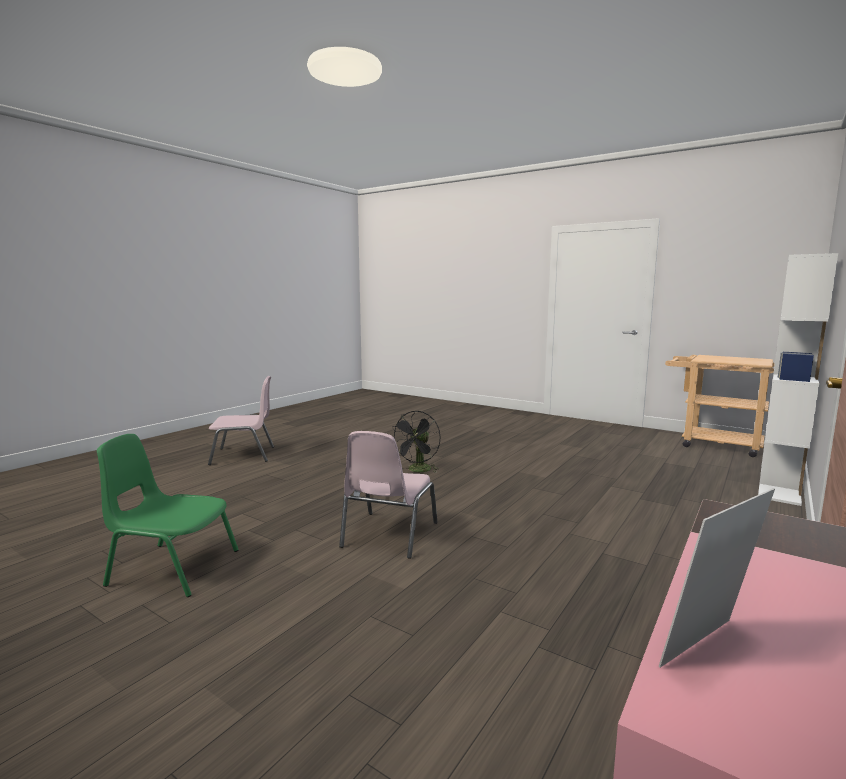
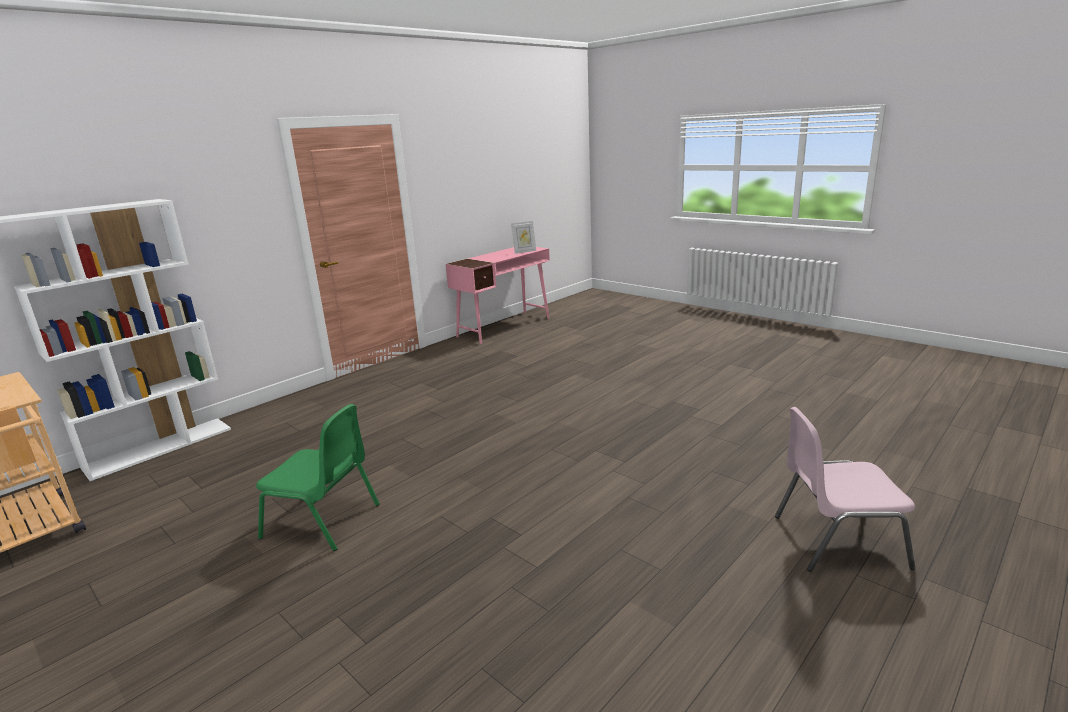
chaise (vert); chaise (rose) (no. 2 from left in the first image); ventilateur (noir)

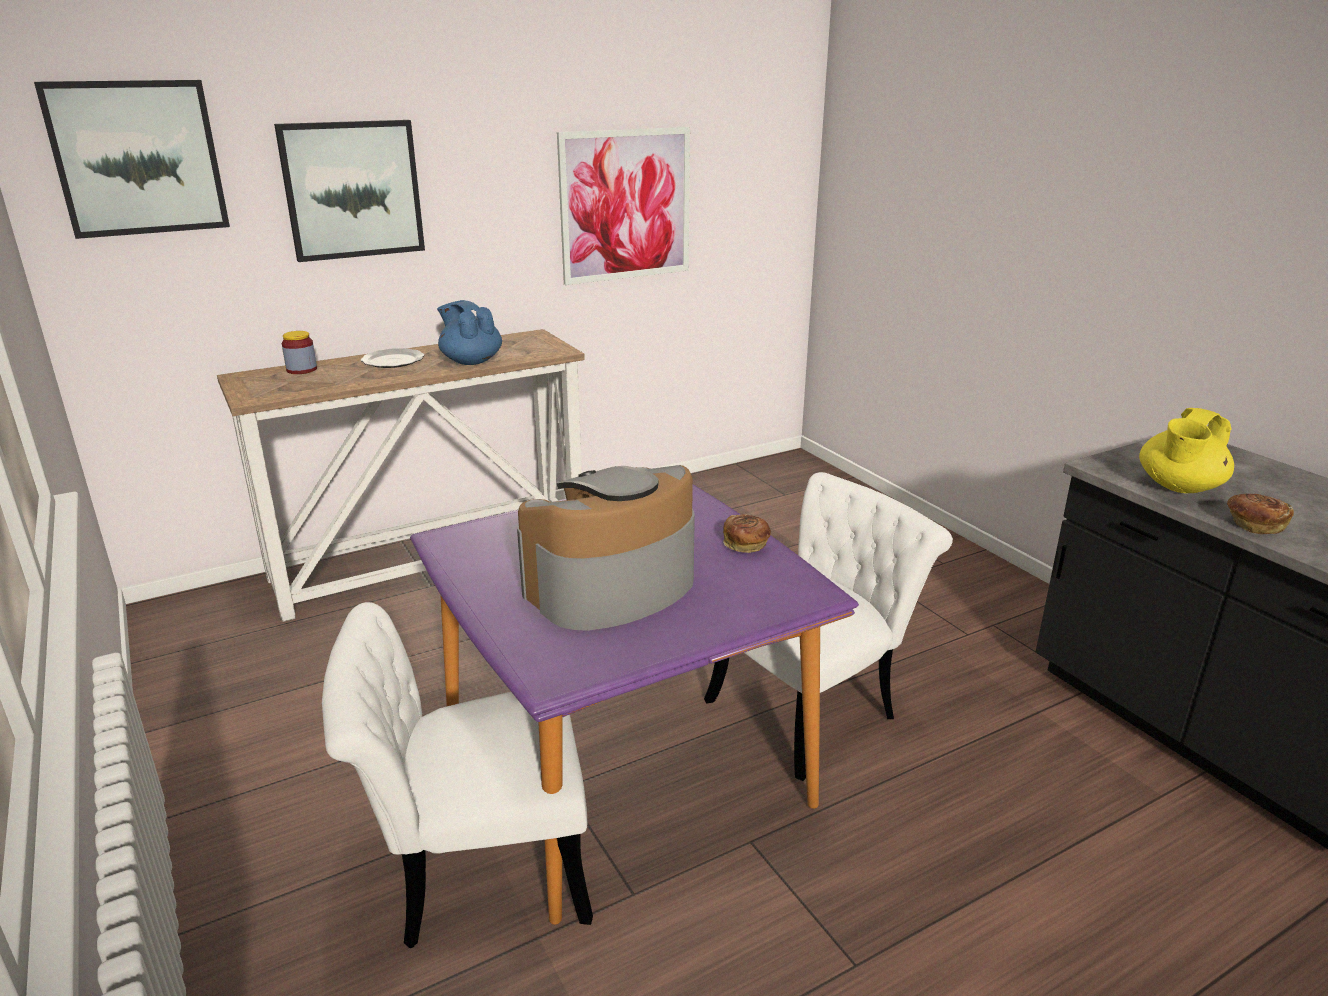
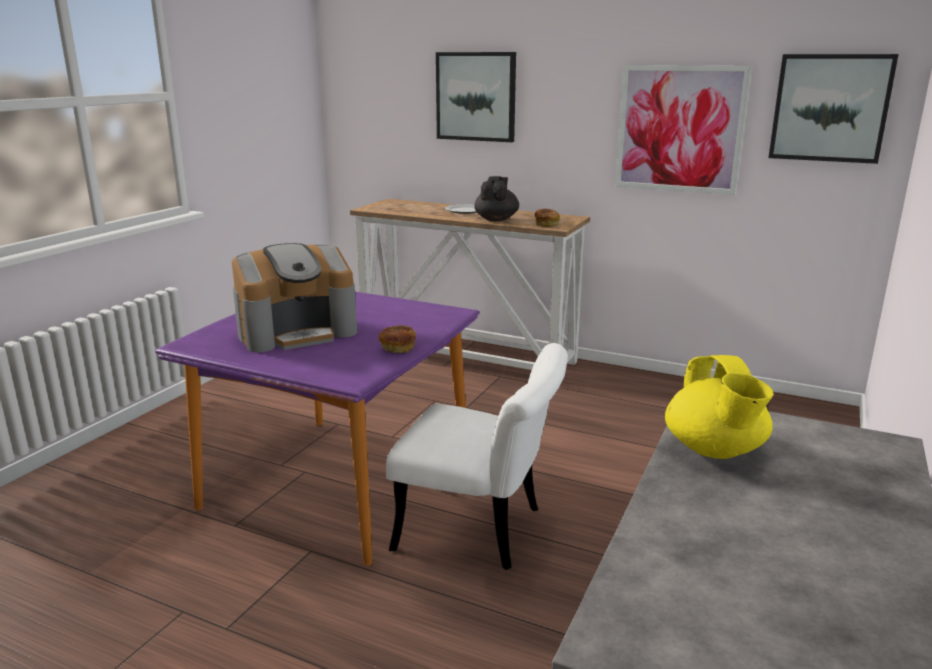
tableau (no. 3 from left); bocal; chaise (blanc) (no. 1 from left in the first image); théière (noir); machine à café; théière (jaune); pain (no. 2 from left)

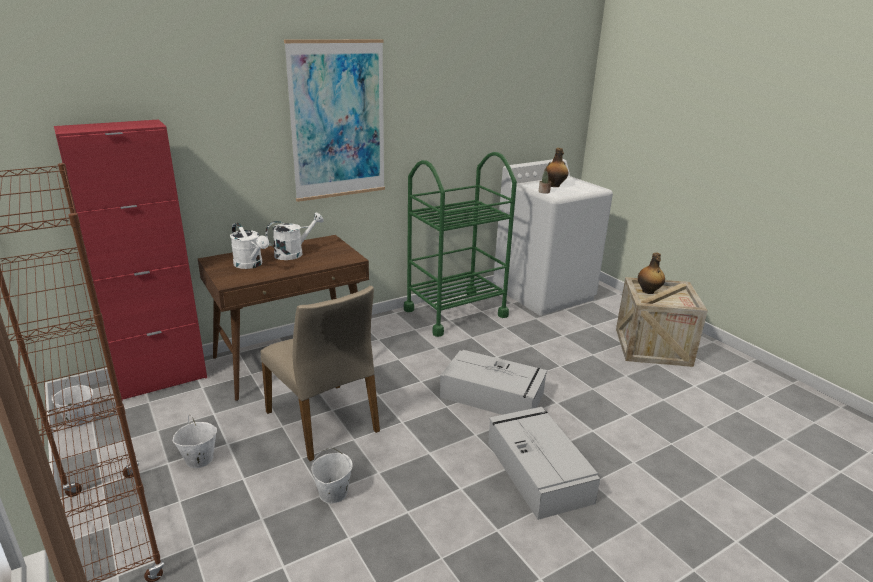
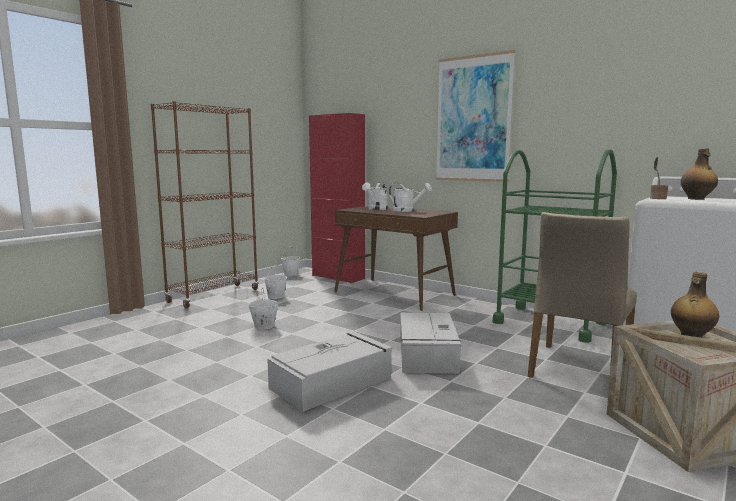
chaise (beige)

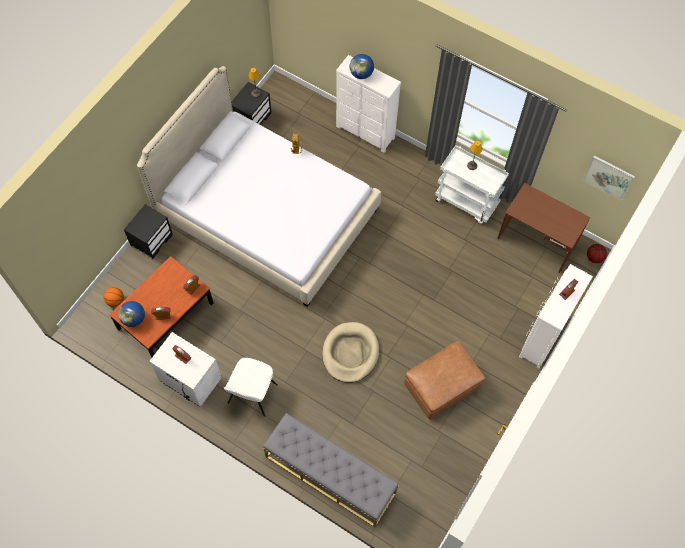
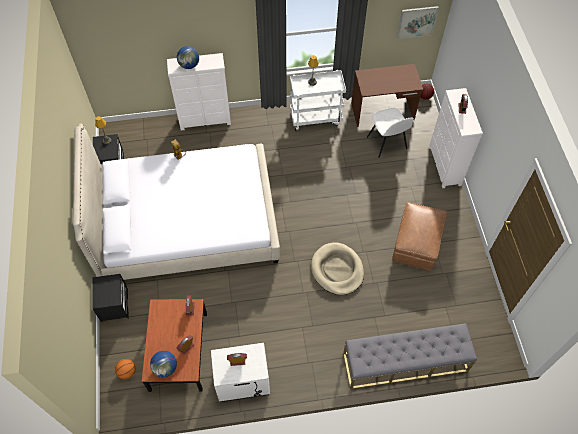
chaise (blanc)

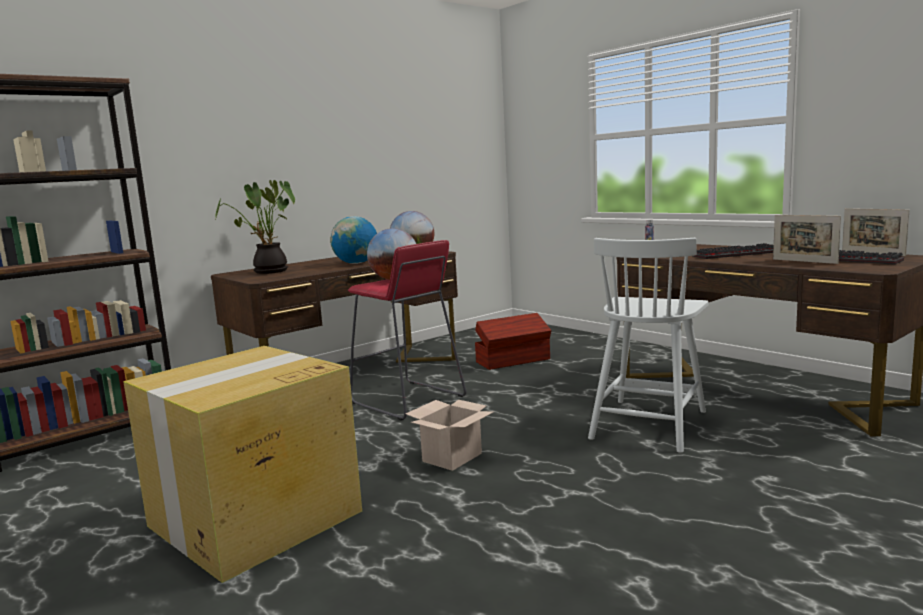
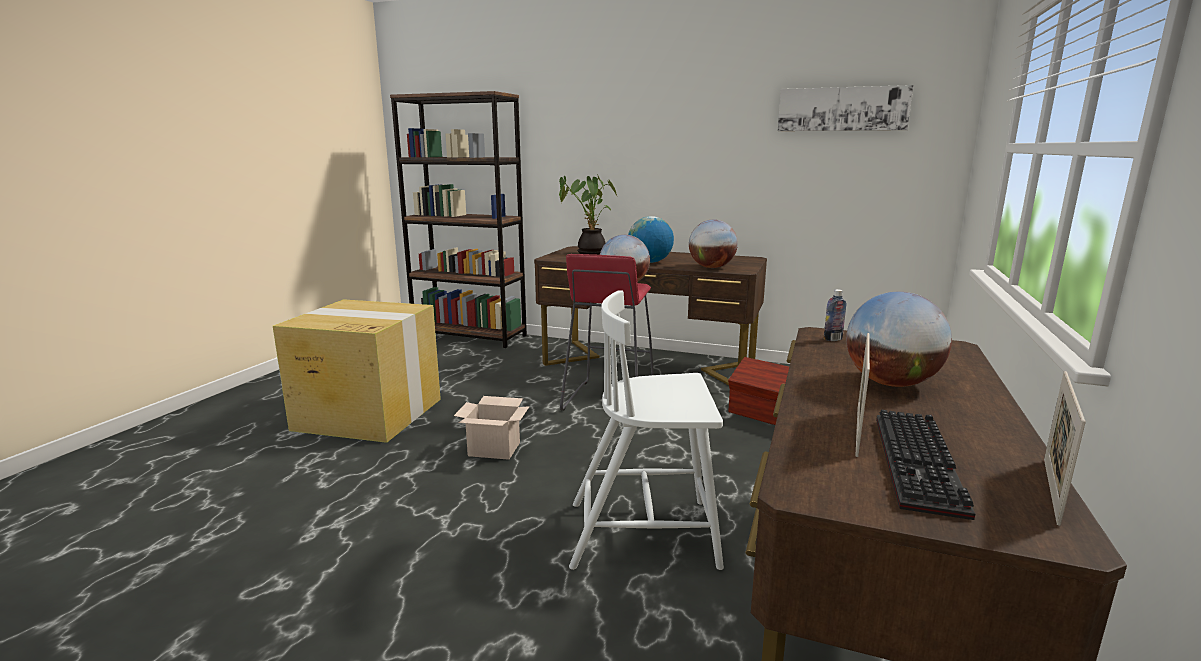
globe (no. 4 from left); tableau

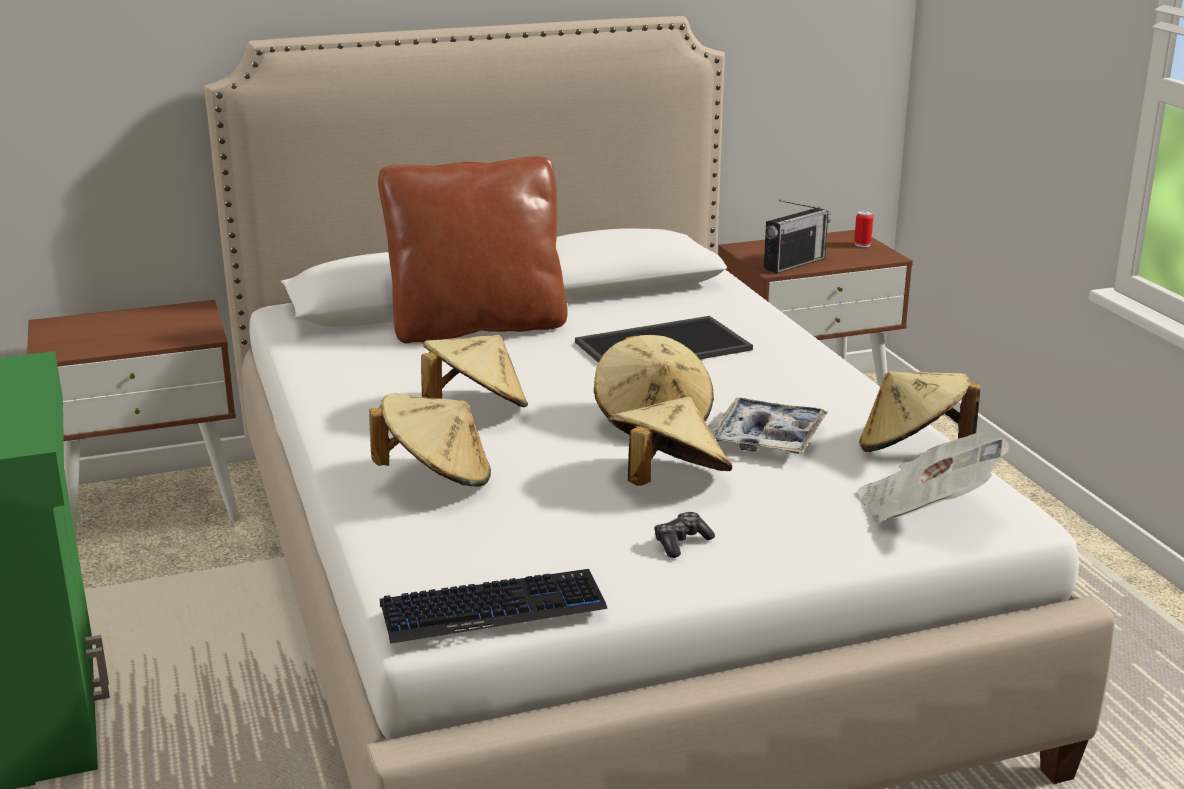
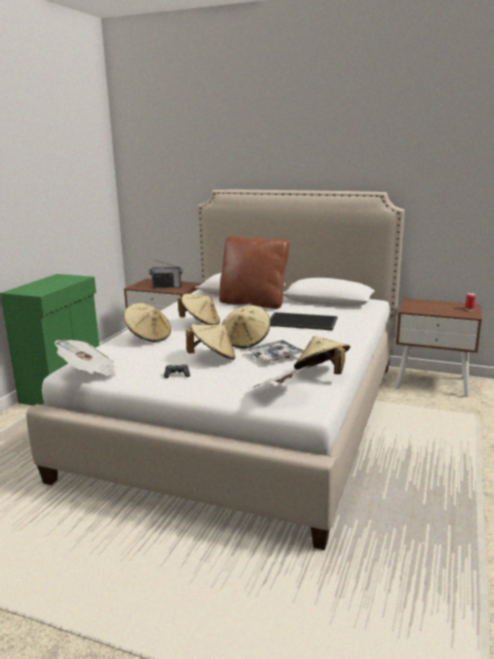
journal (no. 1 from left); radio

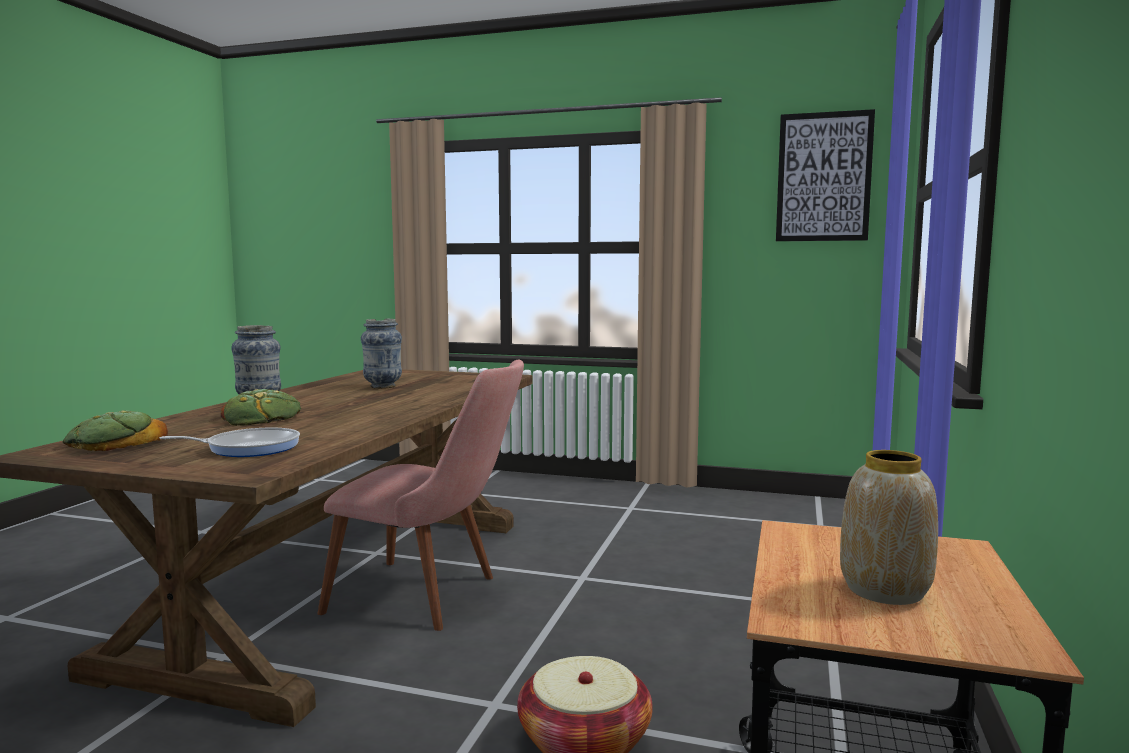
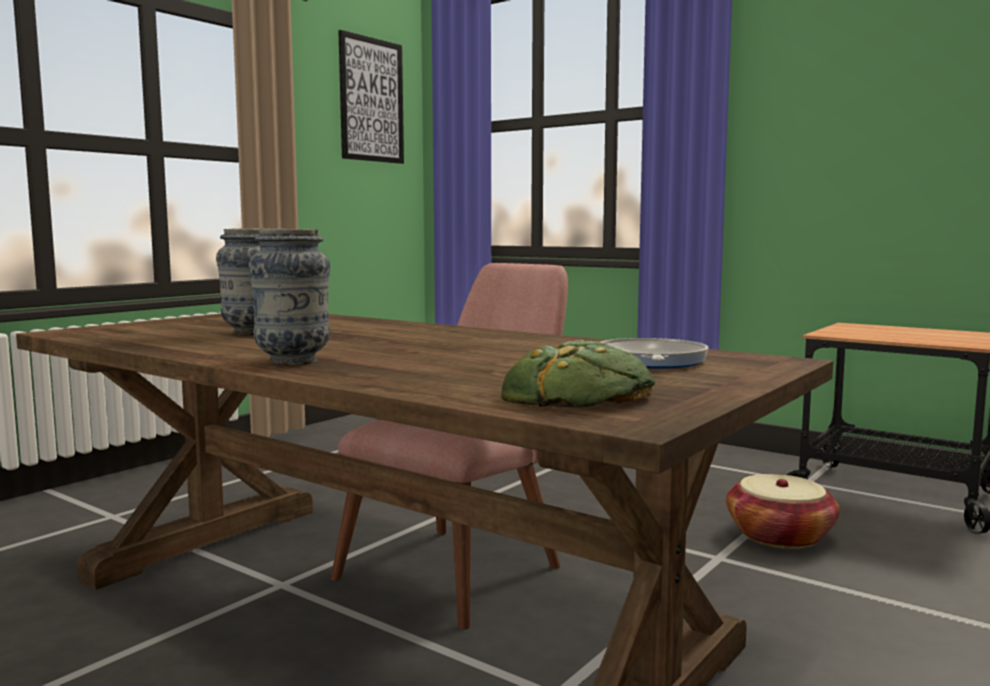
pain (no. 2 from left in the first image); vase (no. 3 from left in the first image)

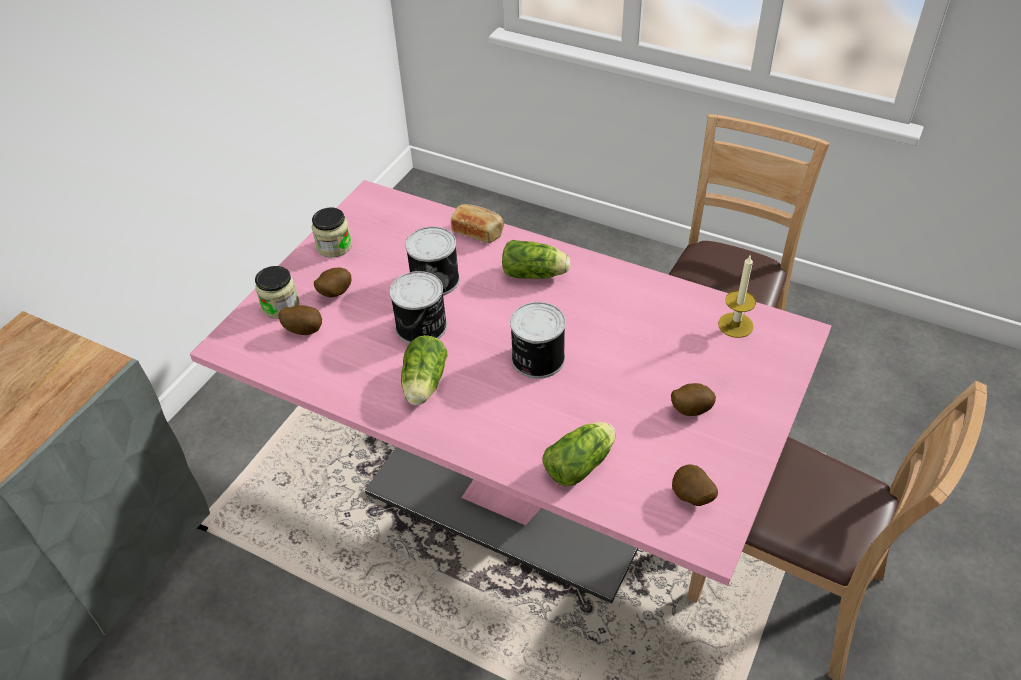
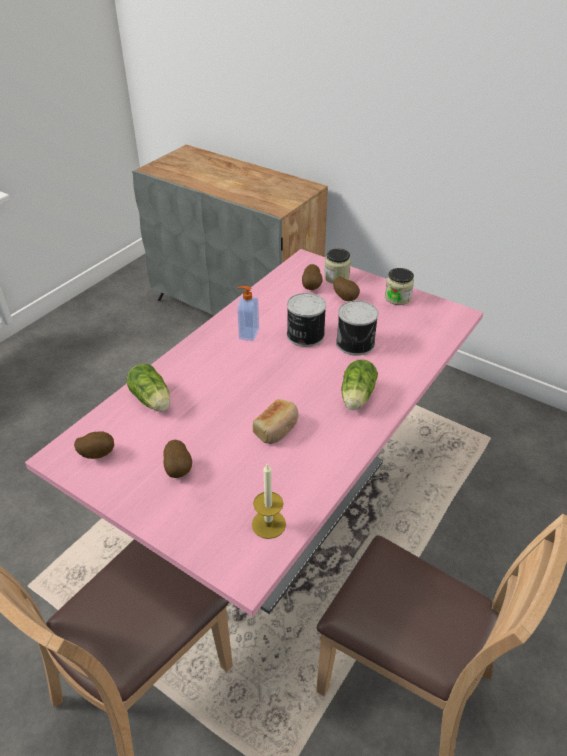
distributeur de savon; pain; boîte métallique (no. 3 from left in the first image)

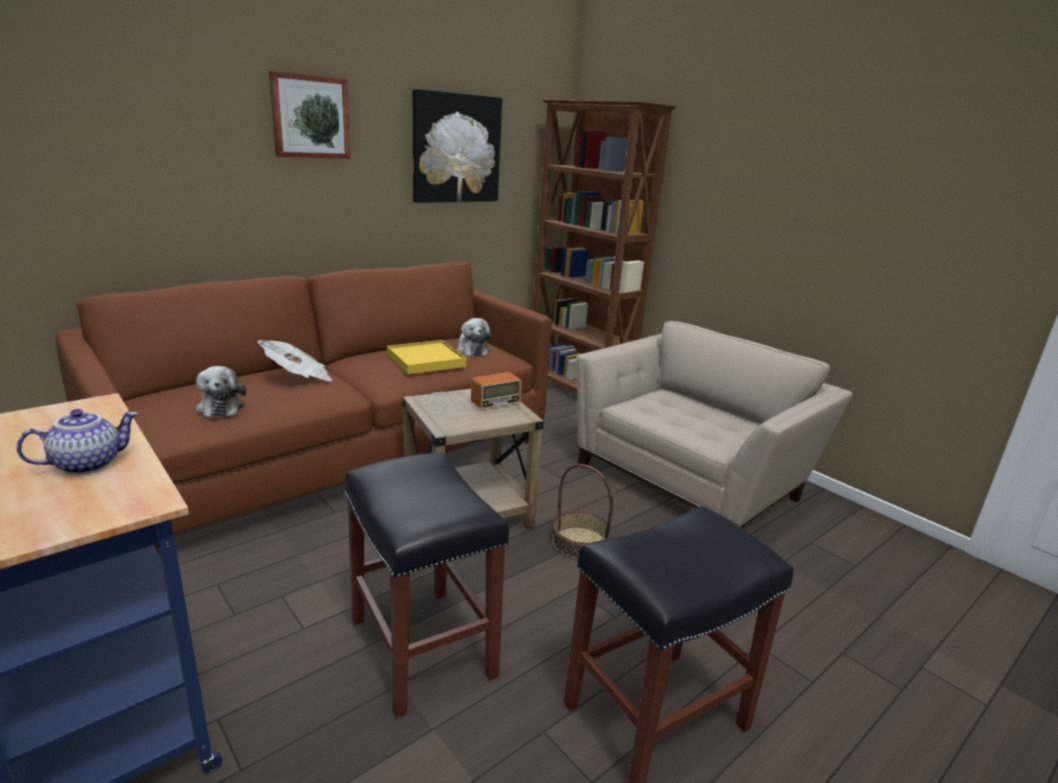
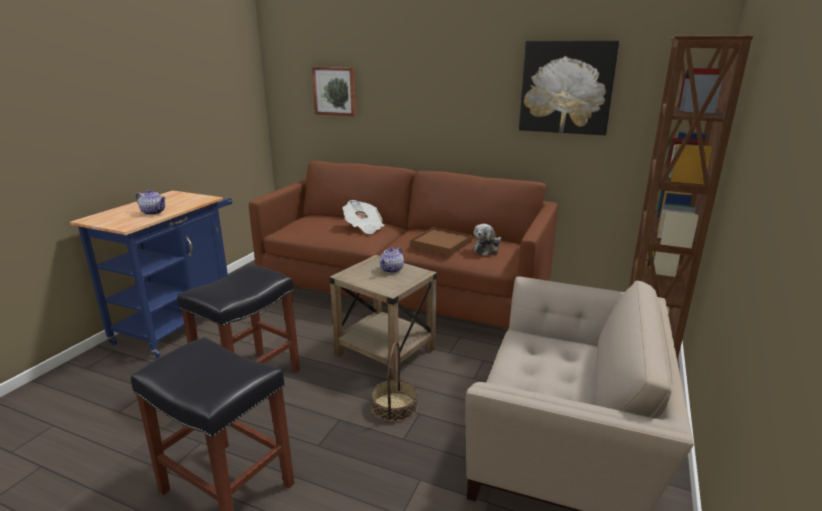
peluche (no. 1 from left in the first image); tableau (no. 1 from left); plateau (marron); théière (no. 2 from left)

